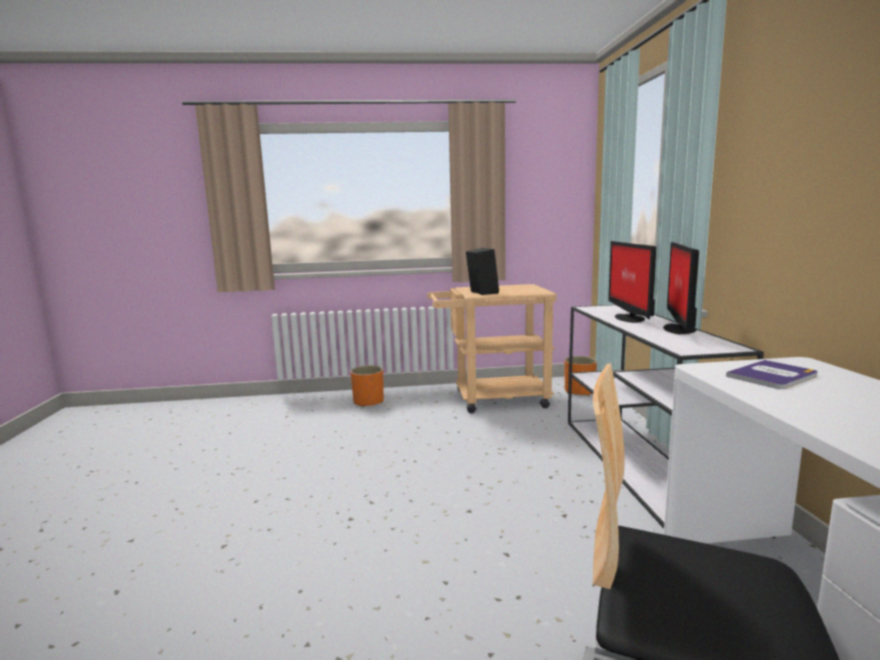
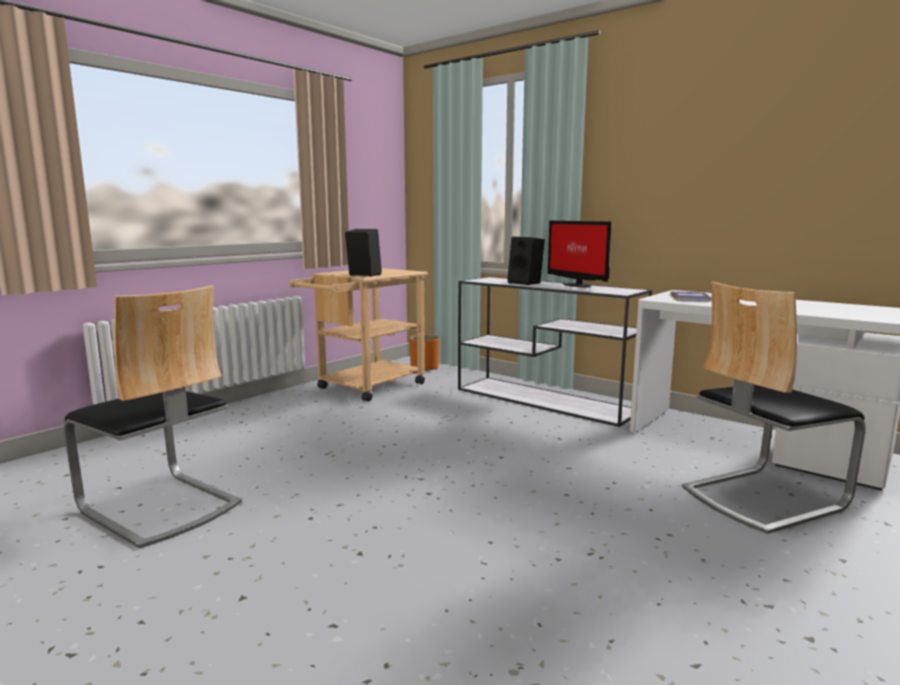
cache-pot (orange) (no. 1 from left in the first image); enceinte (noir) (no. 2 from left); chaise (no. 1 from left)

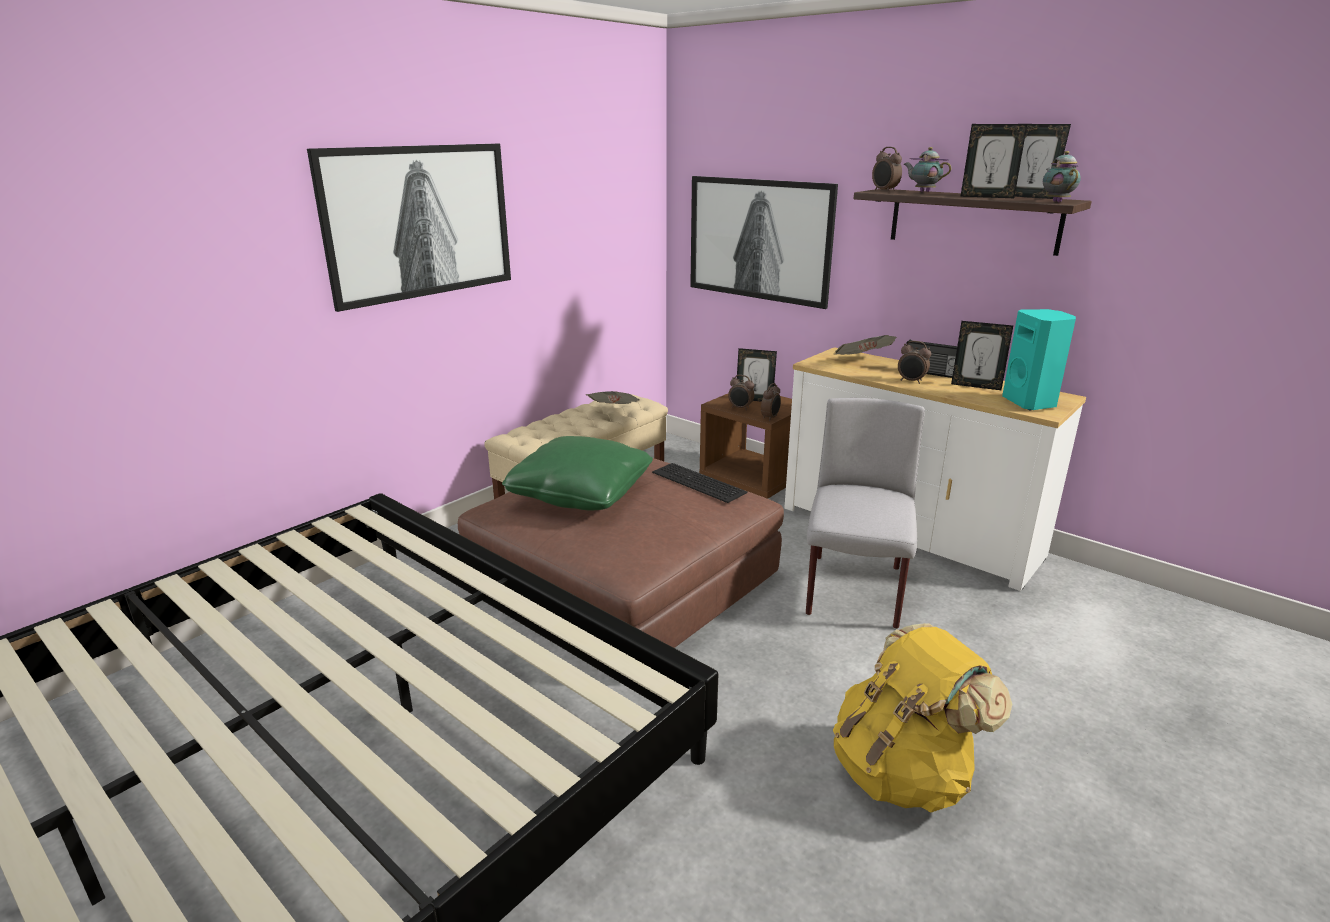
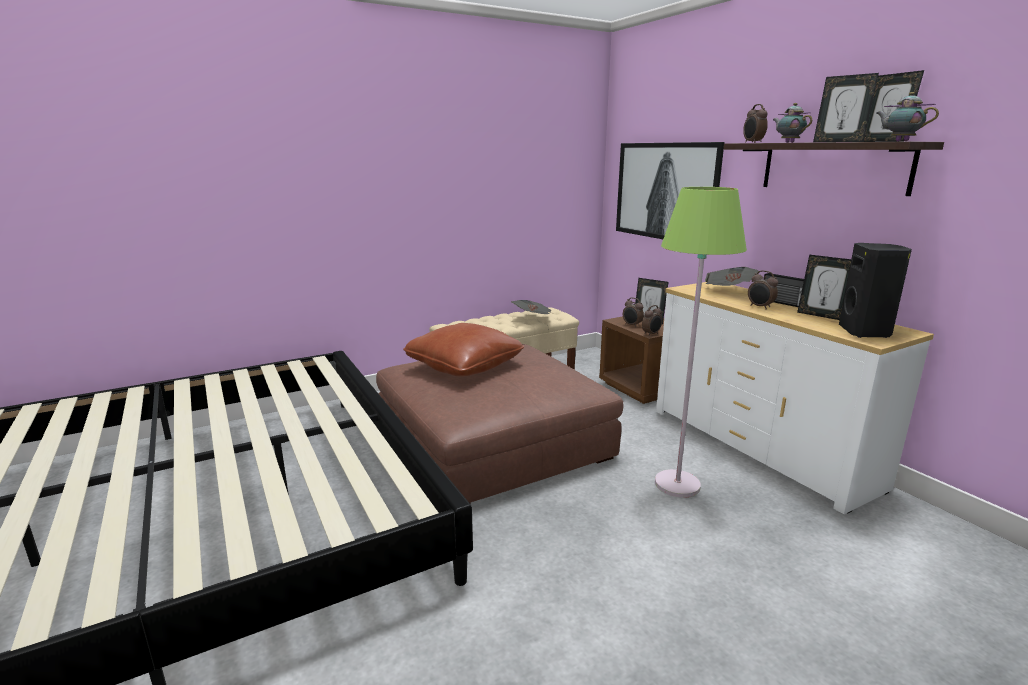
tableau (no. 1 from left in the first image); coussin (marron); clavier; lampadaire (vert); sac à dos (jaune); enceinte (noir); théière (no. 2 from left)

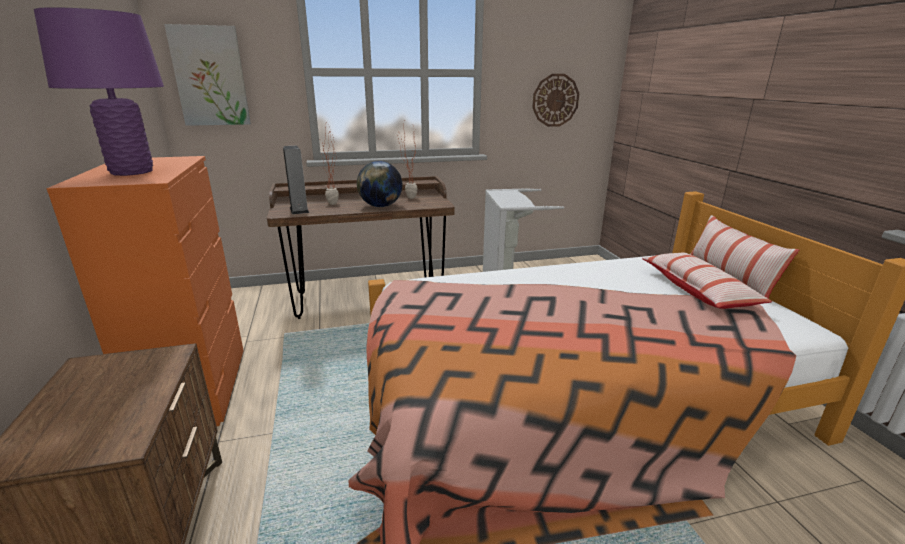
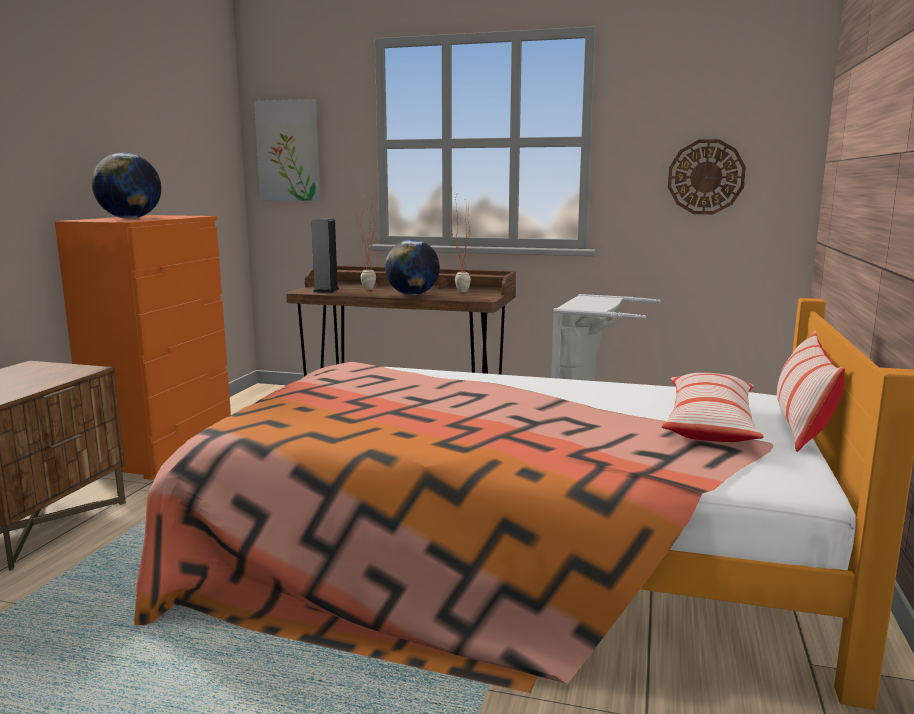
globe (no. 1 from left)

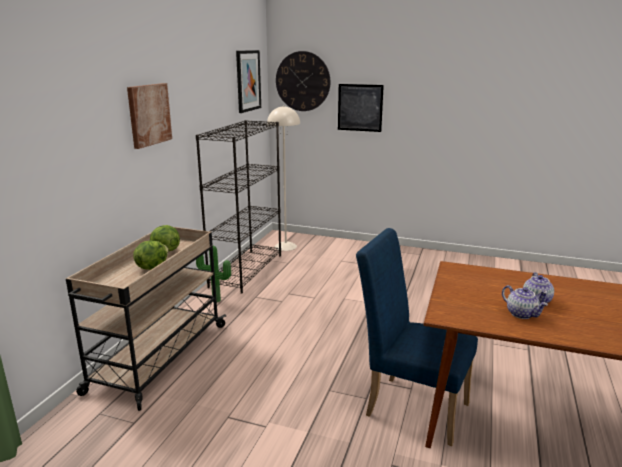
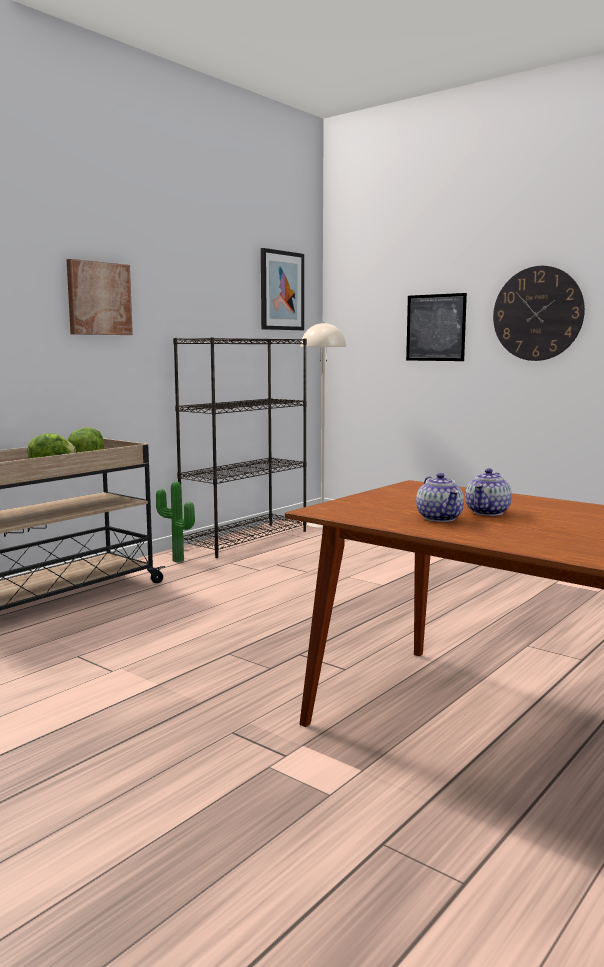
horloge murale; chaise (bleu)

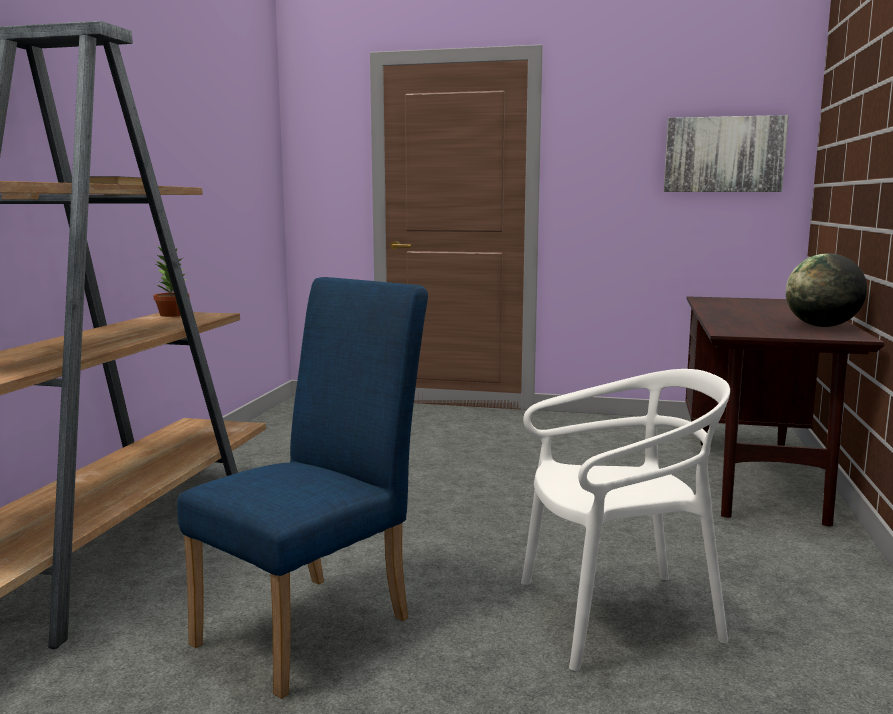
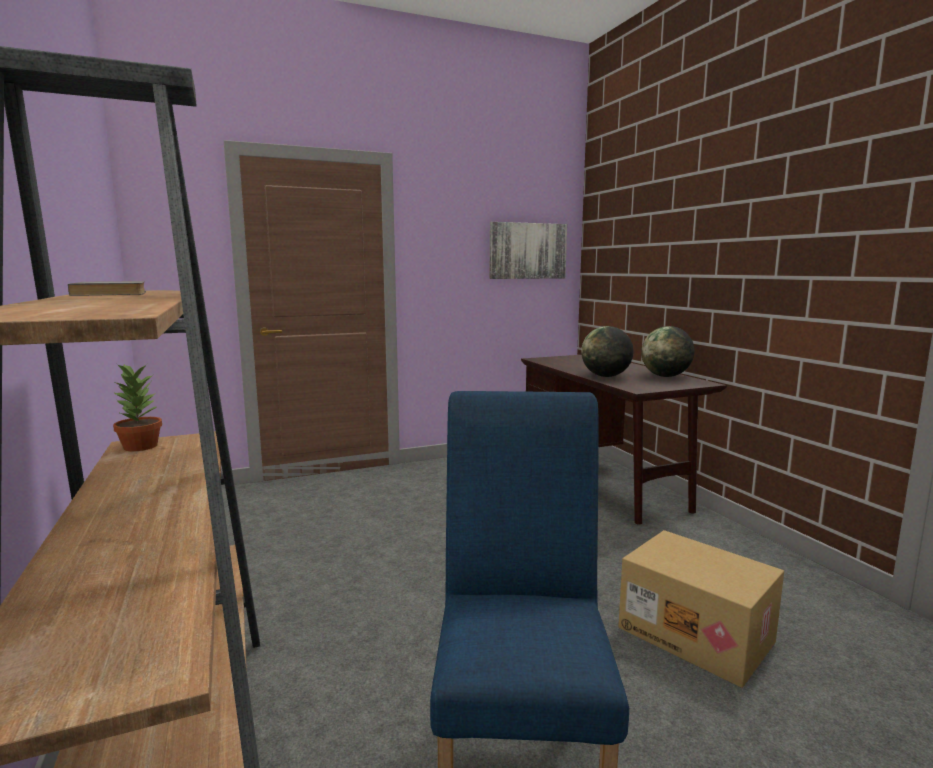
carton; globe (no. 1 from left)

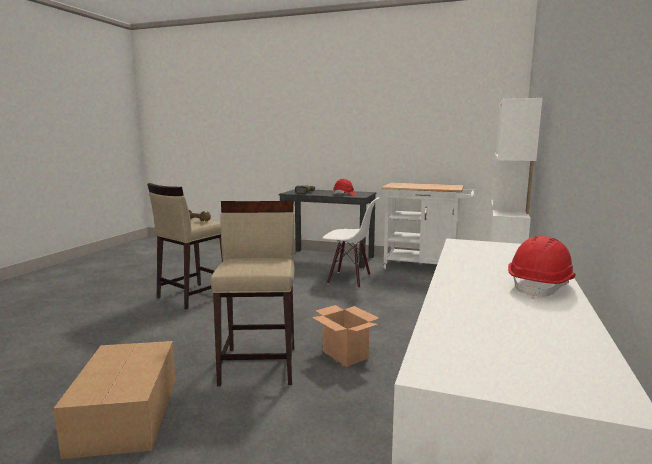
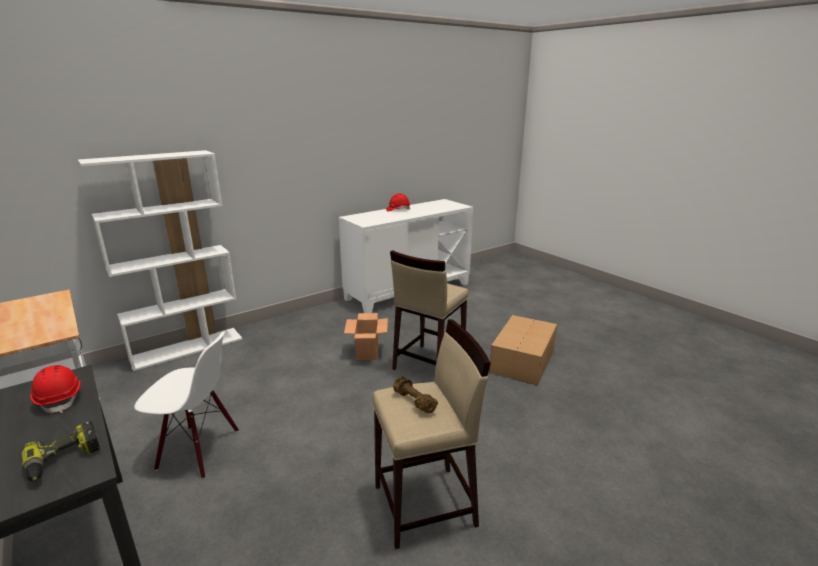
chaise (blanc)

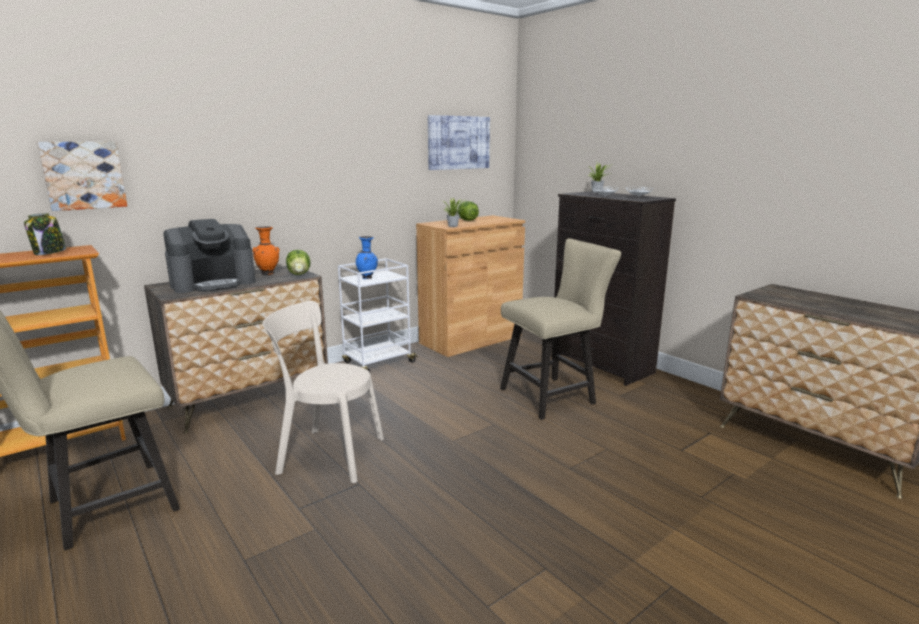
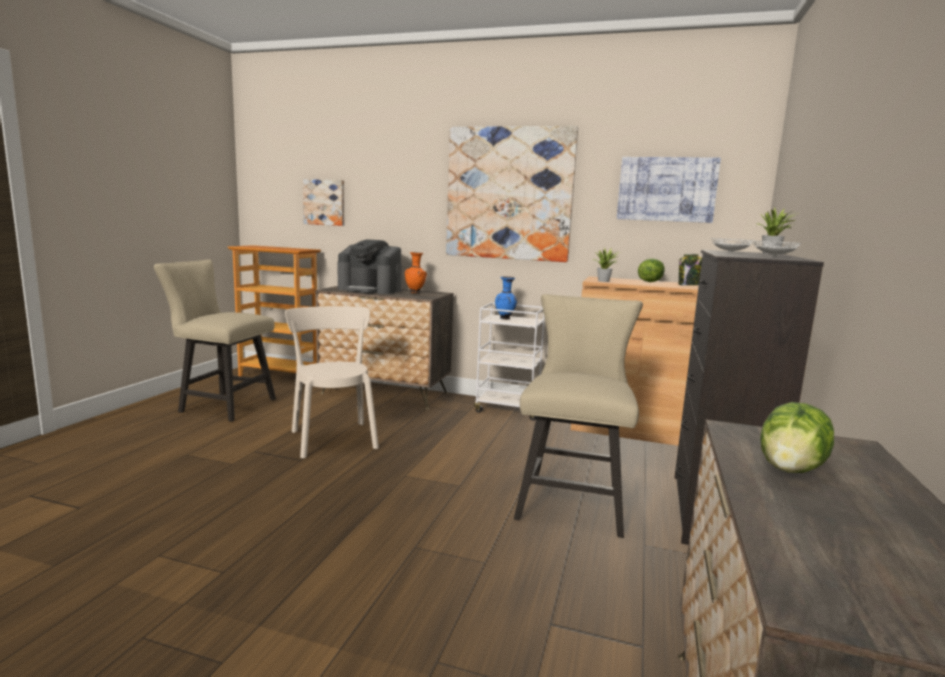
bocal; laitue (no. 2 from left); chaise (beige) (no. 3 from left); tableau (no. 2 from left)

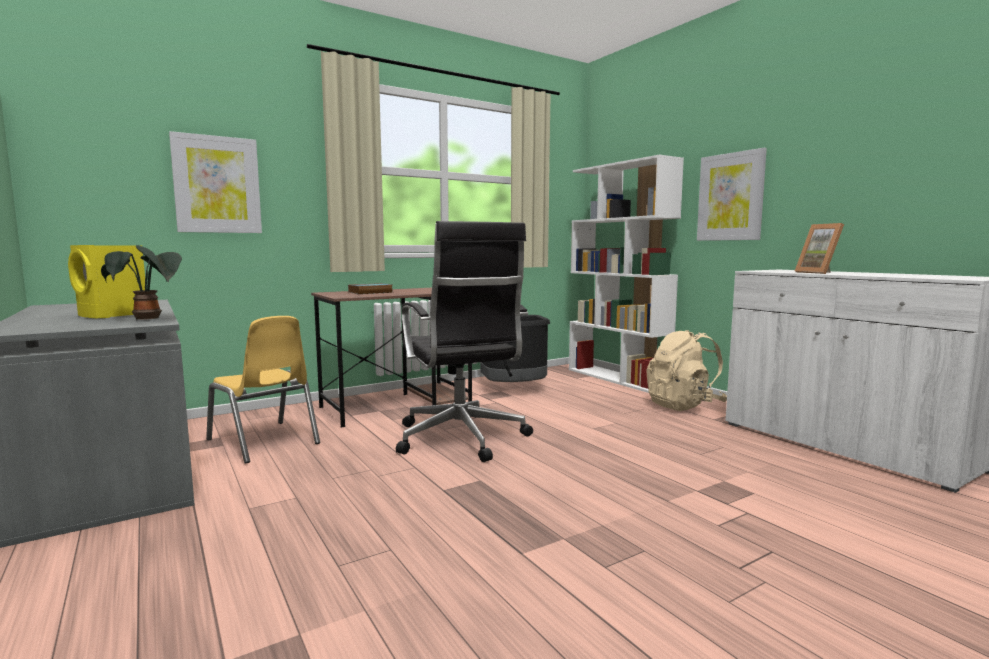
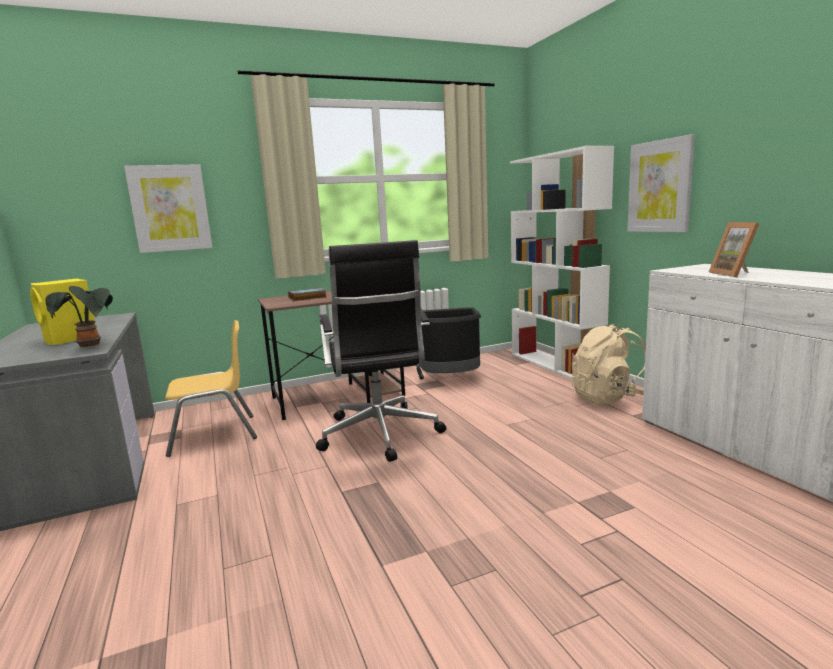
chaise (jaune)

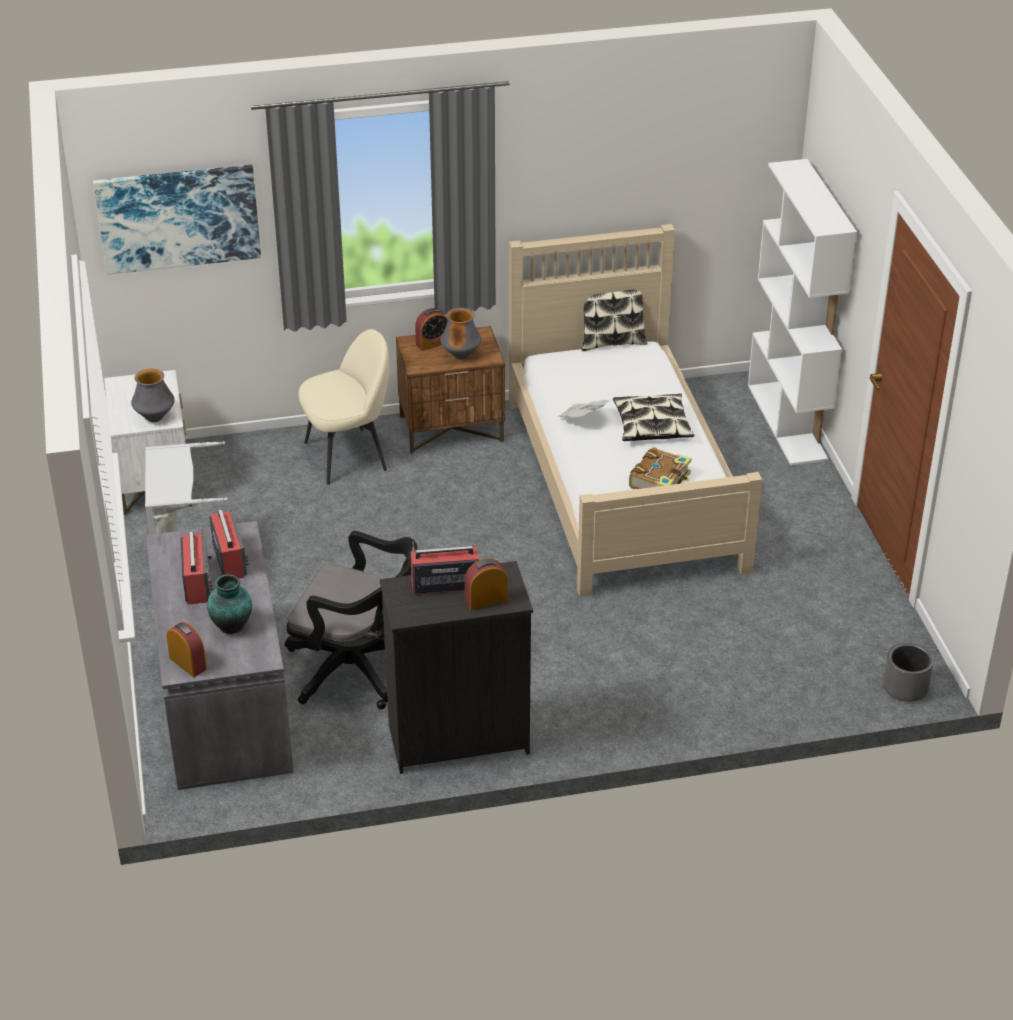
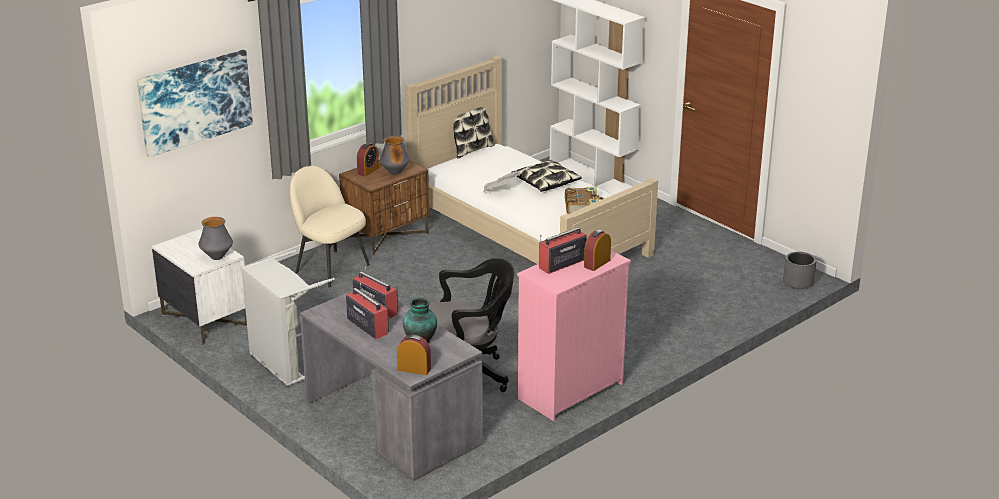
chaise (beige); commode (rose)

